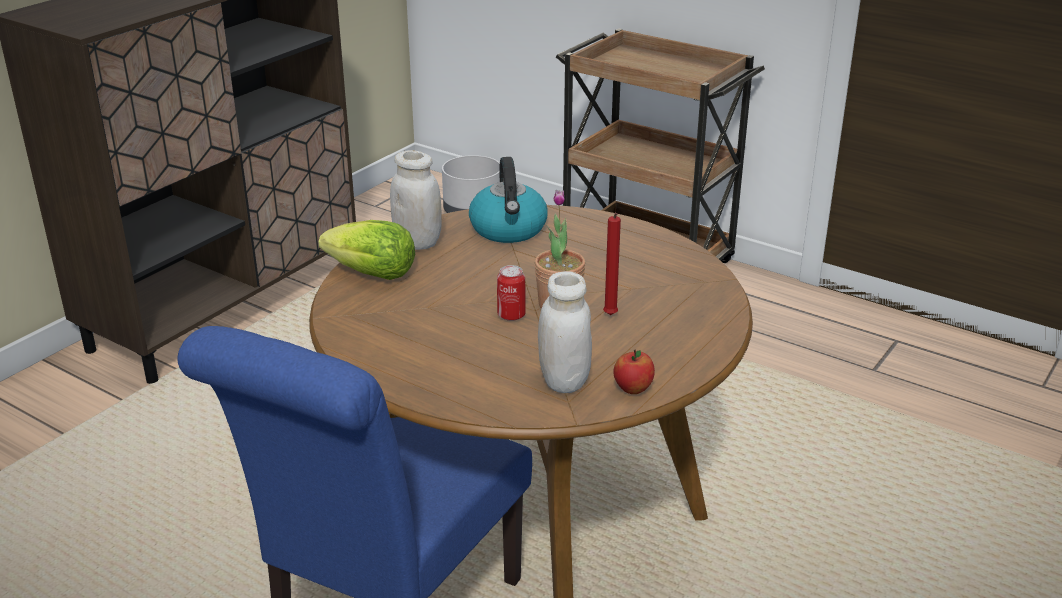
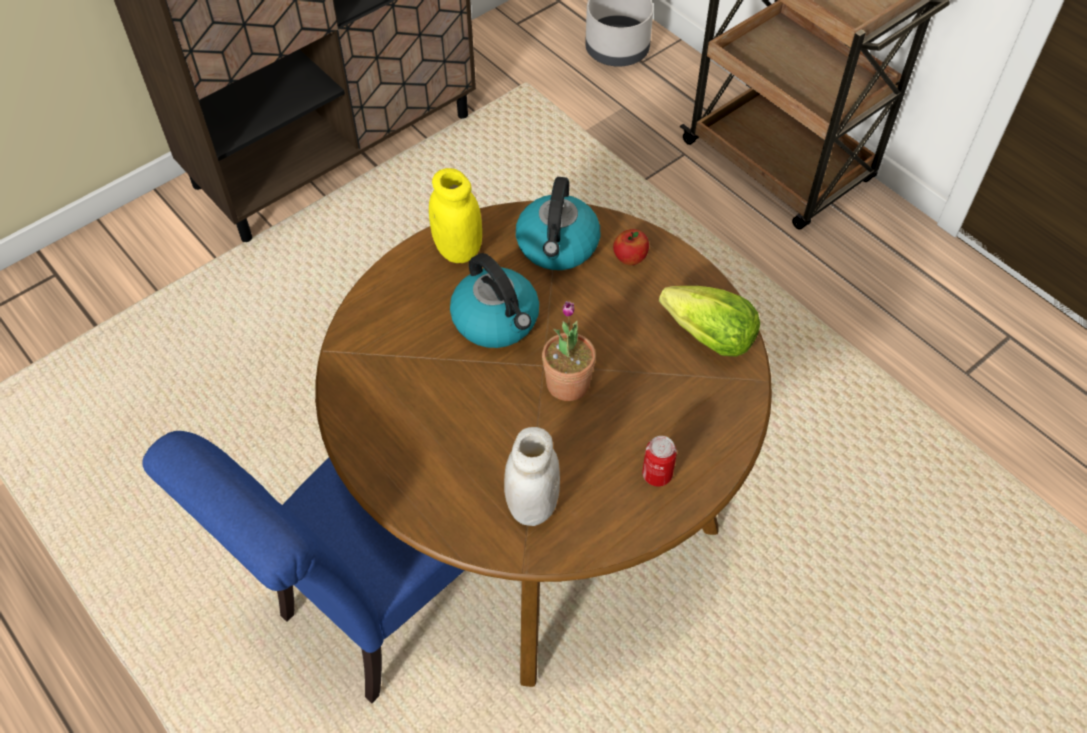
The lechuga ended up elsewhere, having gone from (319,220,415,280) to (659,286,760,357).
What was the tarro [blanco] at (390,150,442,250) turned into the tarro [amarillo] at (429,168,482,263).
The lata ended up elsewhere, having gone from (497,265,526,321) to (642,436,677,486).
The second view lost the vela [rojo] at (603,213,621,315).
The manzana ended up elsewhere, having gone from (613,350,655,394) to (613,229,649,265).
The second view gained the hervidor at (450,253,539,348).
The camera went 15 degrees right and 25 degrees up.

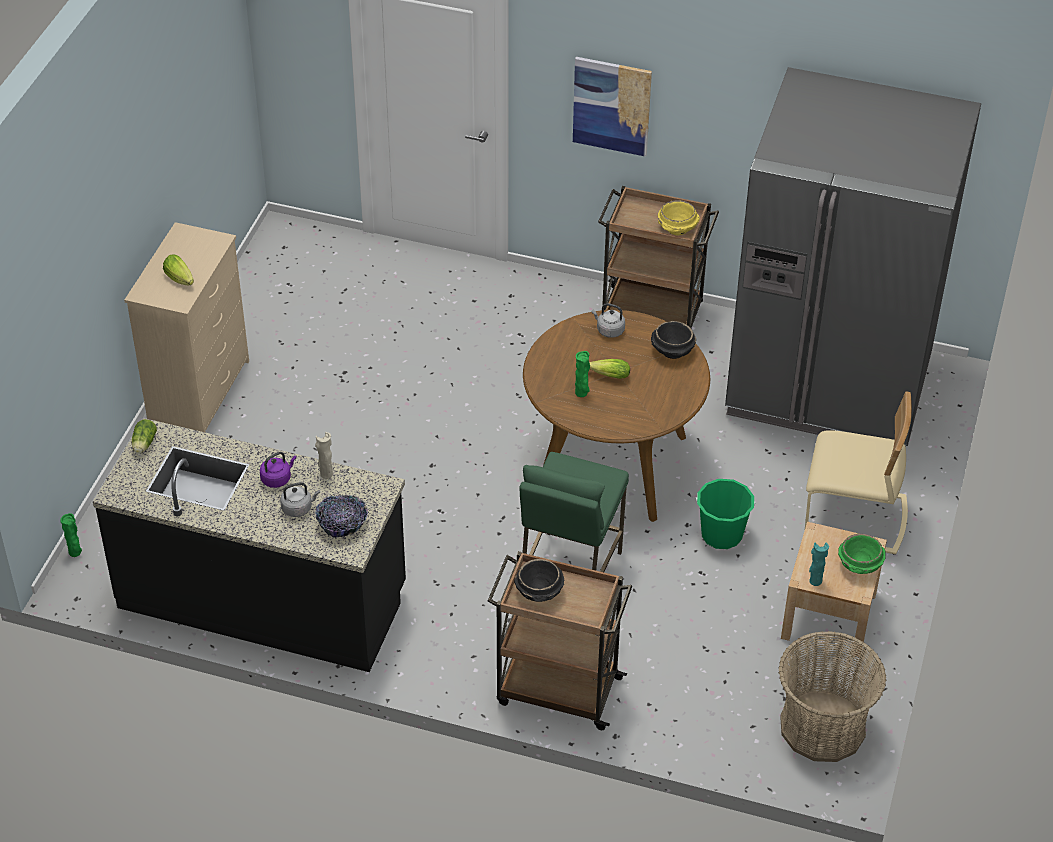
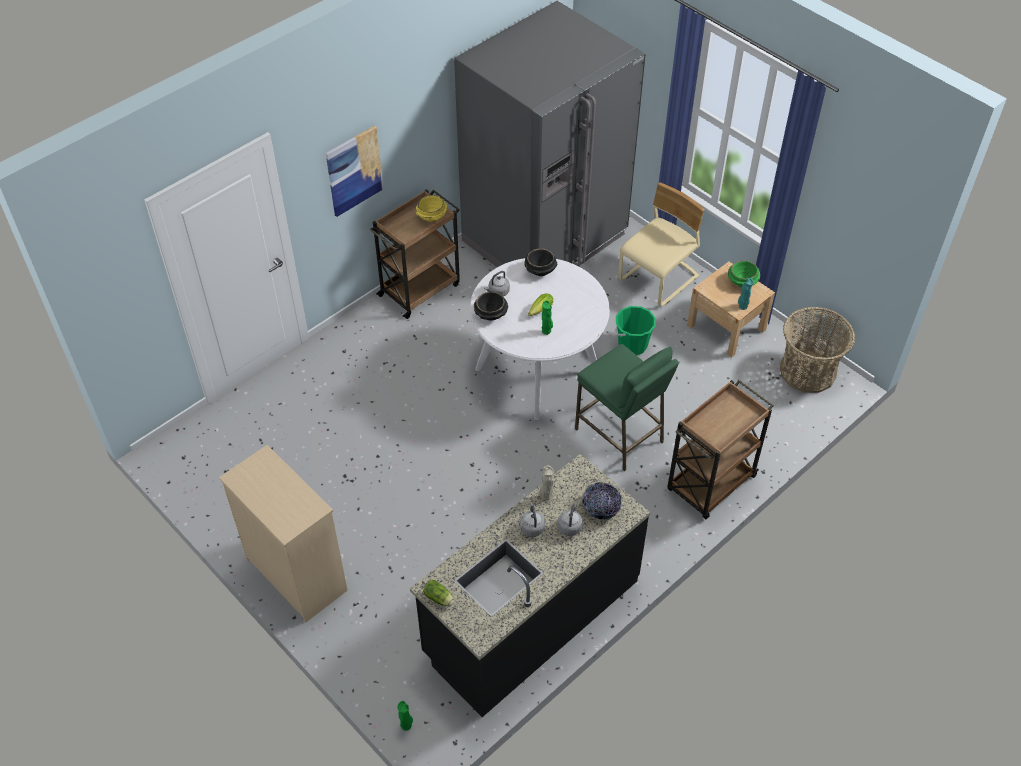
The second view lost the lechuga at (163,254,194,285).
What was the hervidor [morado] at (259,452,297,488) turned into the hervidor [gris] at (520,503,545,537).
The cuenco [negro] ended up elsewhere, having gone from (514,559,564,602) to (474,292,508,320).
What was the mesa de comedor [marrón] at (523,310,710,522) turned into the mesa de comedor [blanco] at (470,258,610,420).
The camera went 60 degrees left and 5 degrees up.

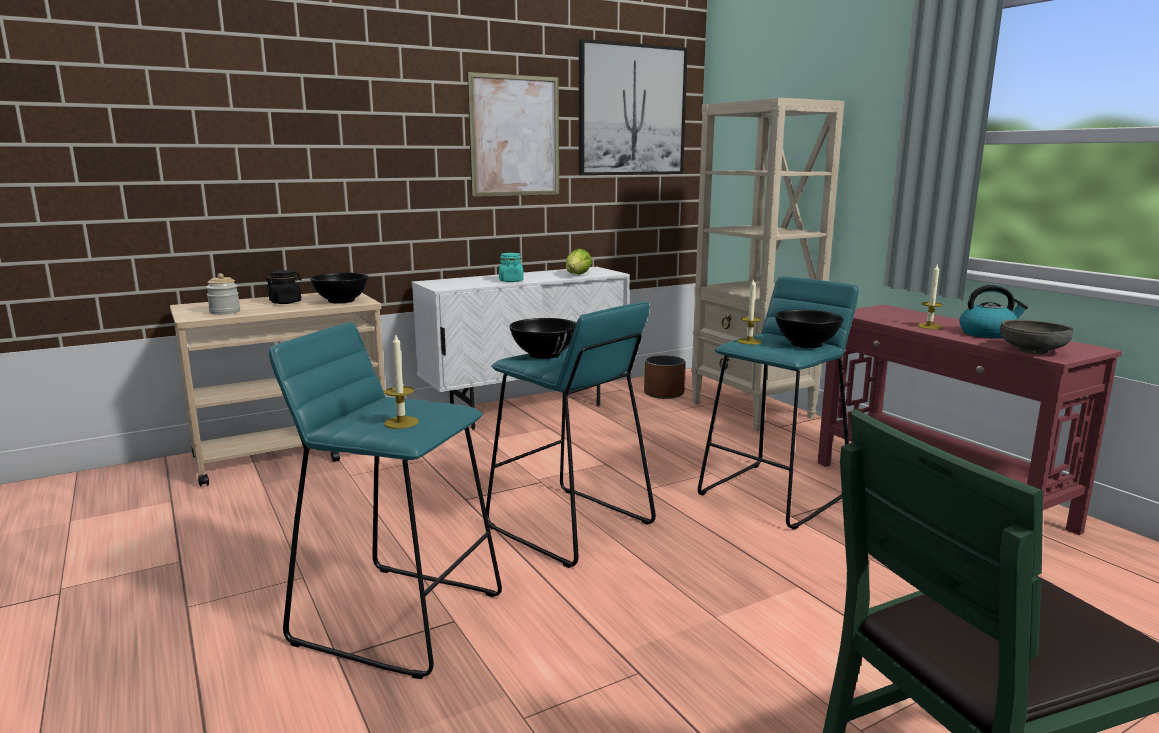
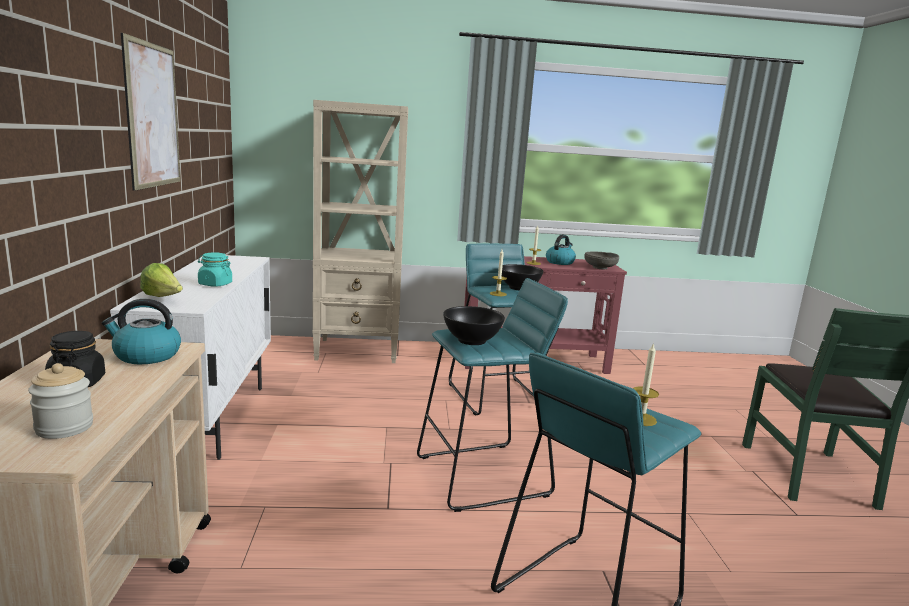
Where the cuenco [negro] stood at (310,273,368,304), the hervidor came to stand at (102,299,181,364).
The lechuga ended up elsewhere, having gone from (566,249,592,274) to (140,263,183,297).
The second view lost the cuadro at (579,39,688,175).
The second view lost the maceta [marrón] at (644,355,685,399).
The camera went 65 degrees left and 0 degrees up.

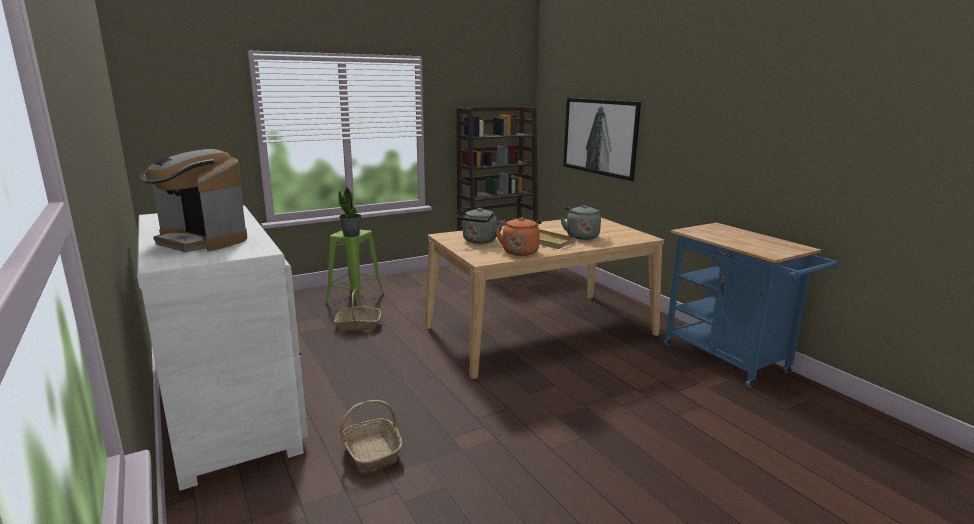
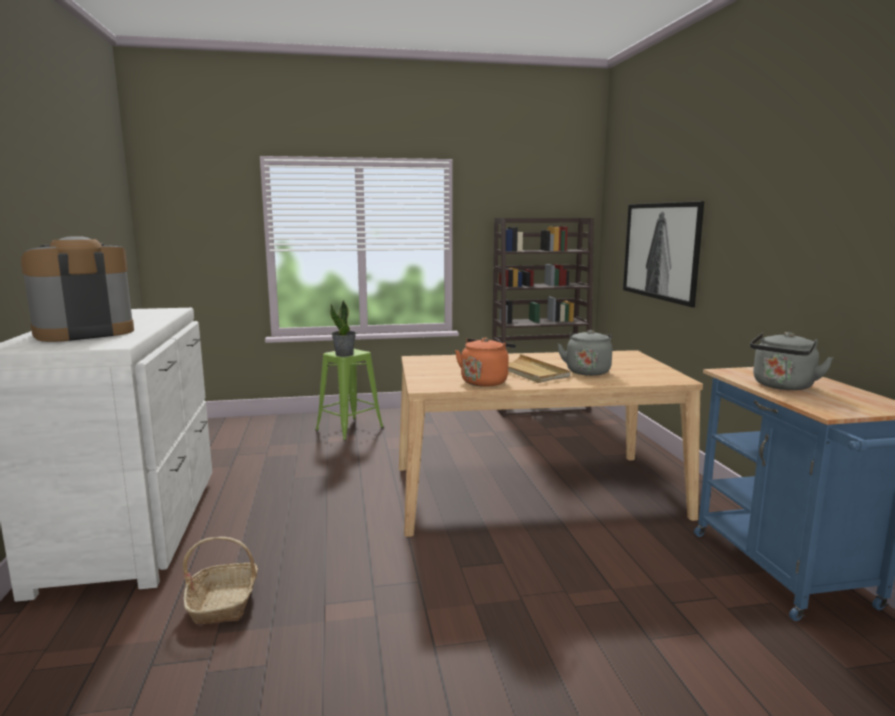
The cafetera at (140,149,247,252) ended up facing another way, 90 degrees clockwise from before.
The second view lost the cesta at (334,289,381,331).
The hervidor [gris] ended up elsewhere, having gone from (457,208,503,244) to (750,332,833,390).
The camera went 20 degrees right and 5 degrees down.

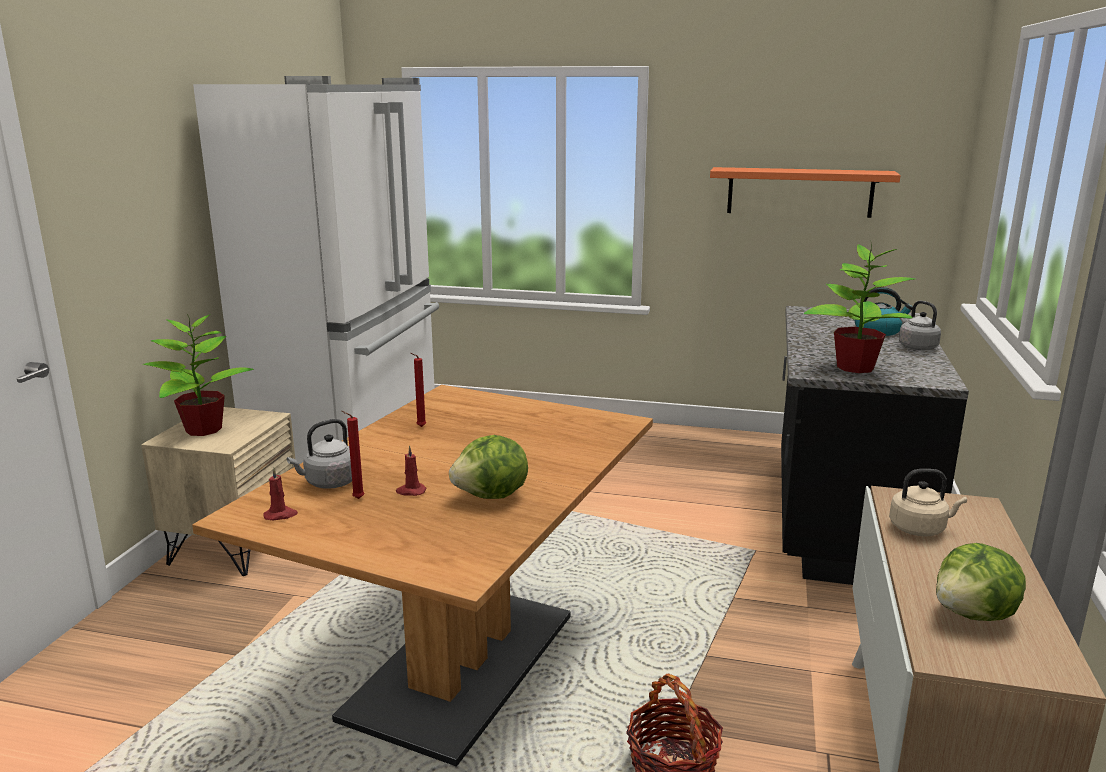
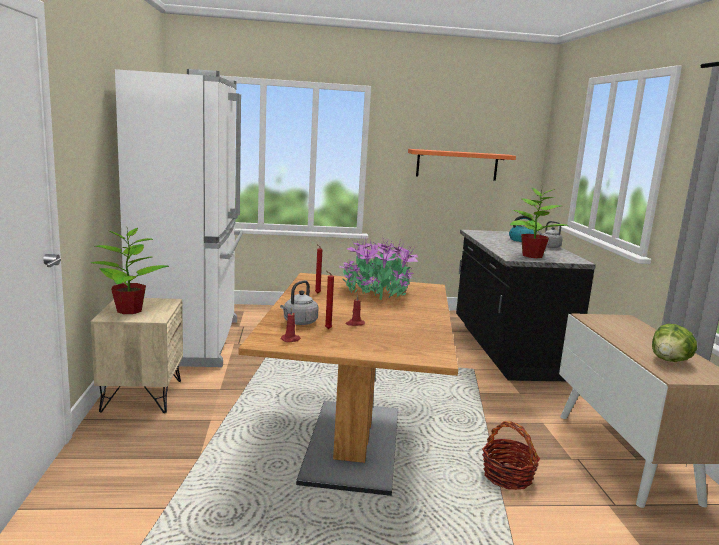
The second view lost the lechuga at (449,435,528,499).
The second view lost the hervidor [beis] at (889,469,967,537).
The second view gained the planta en maceta at (339,235,418,300).
The camera went 20 degrees left and 5 degrees down.

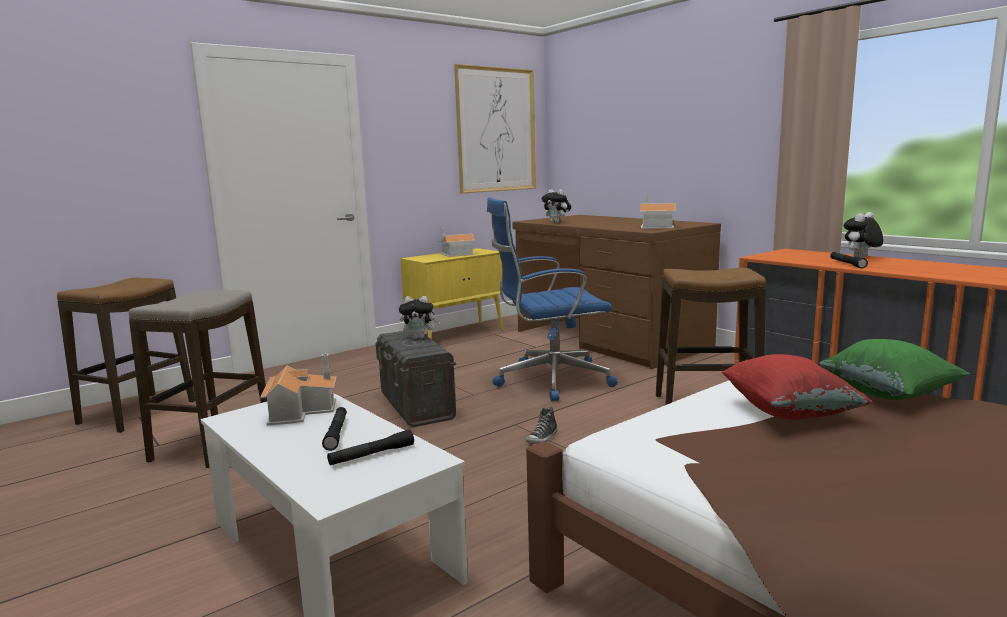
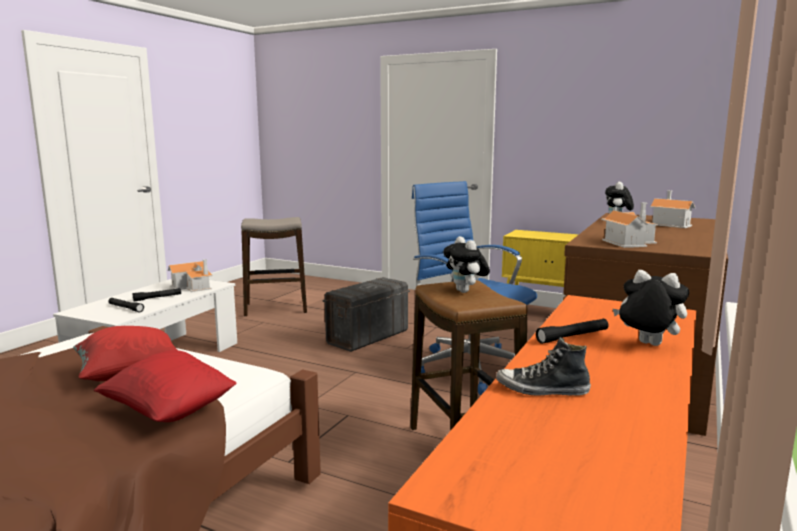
The second view lost the taburete at (57,278,195,433).
The peluche ended up elsewhere, having gone from (399,296,439,339) to (443,236,490,293).
The casita ended up elsewhere, having gone from (439,228,475,257) to (650,190,695,228).
The second view lost the cuadro at (454,64,536,193).
The zapato ended up elsewhere, having gone from (526,407,558,444) to (496,337,591,396).
What was the cojín [verde] at (819,339,970,400) turned into the cojín [rojo] at (93,350,237,422).
The camera went 65 degrees right and 0 degrees up.

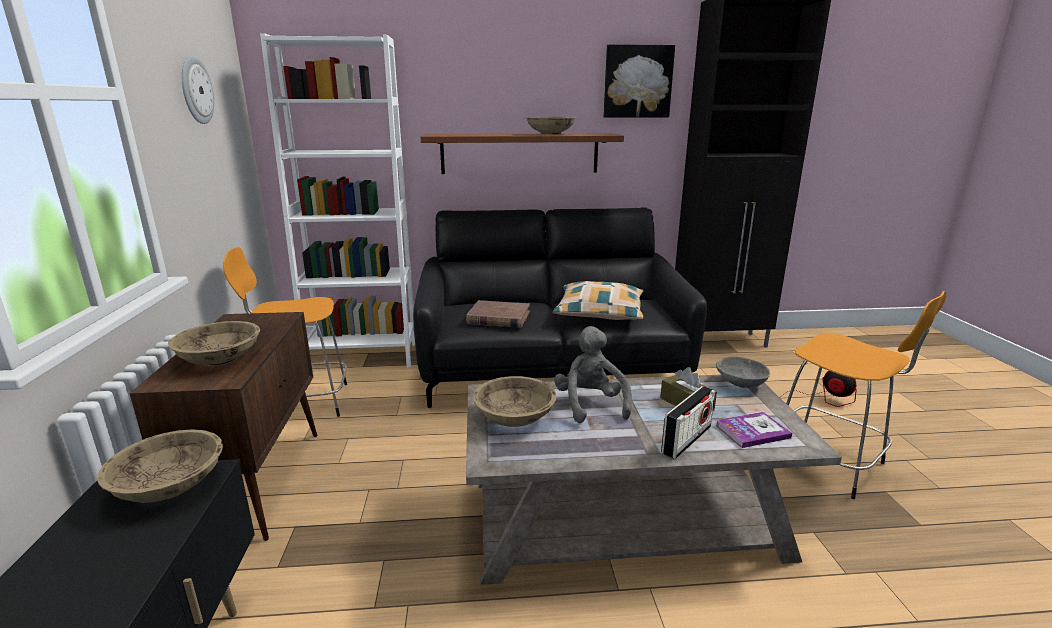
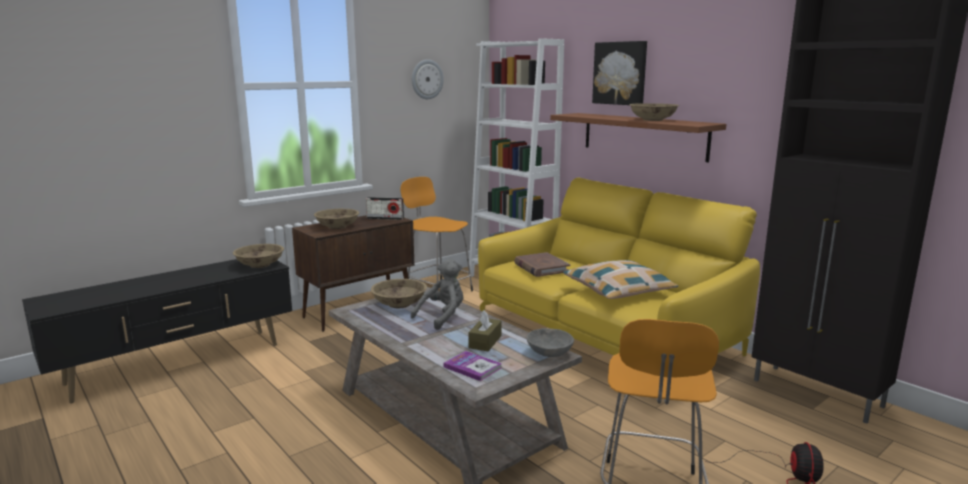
What was the sofá [negro] at (413,207,707,408) turned into the sofá [amarillo] at (478,178,760,403).
The cuadro ended up elsewhere, having gone from (604,44,675,118) to (592,41,647,105).
The radio ended up elsewhere, having gone from (661,386,715,459) to (366,197,404,220).
The camera went 55 degrees right and 5 degrees down.

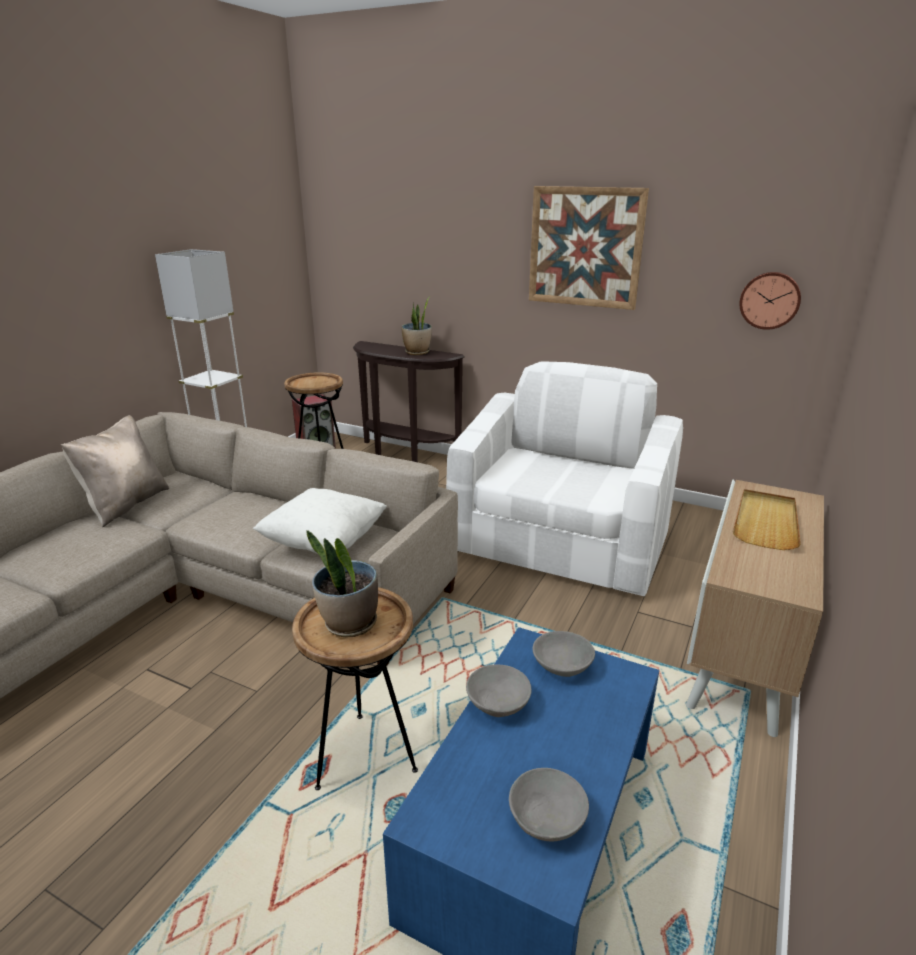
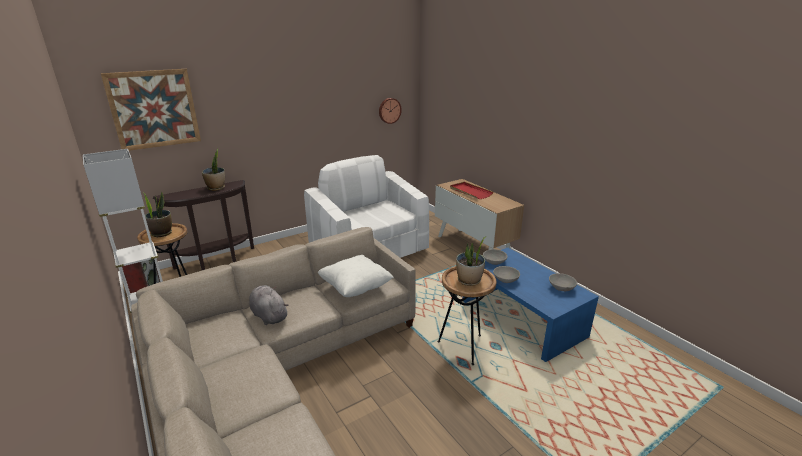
The second view lost the cojín [beis] at (61,415,169,527).
The cuadro ended up elsewhere, having gone from (529,186,649,310) to (101,69,201,151).
What was the bandeja [beis] at (733,489,801,550) turned into the bandeja [rojo] at (450,182,493,199).
The second view gained the planta en maceta at (143,191,172,237).
The second view gained the peluche [gris] at (249,285,289,325).
The camera went 60 degrees left and 0 degrees up.

